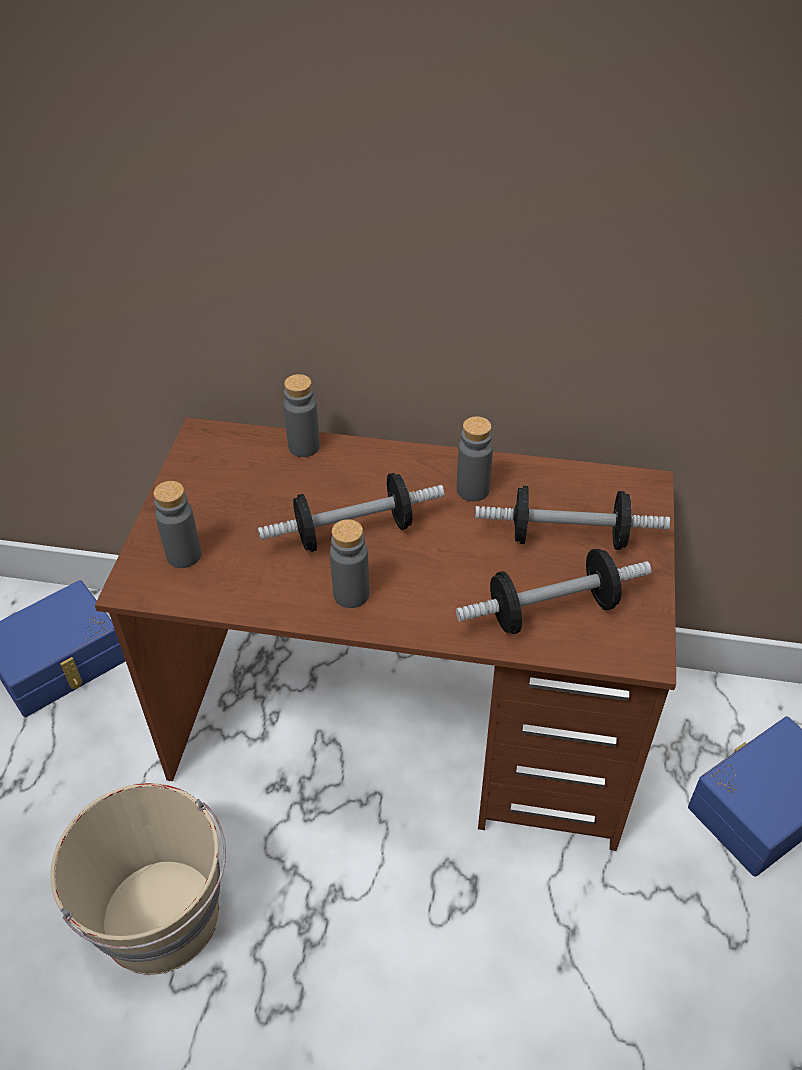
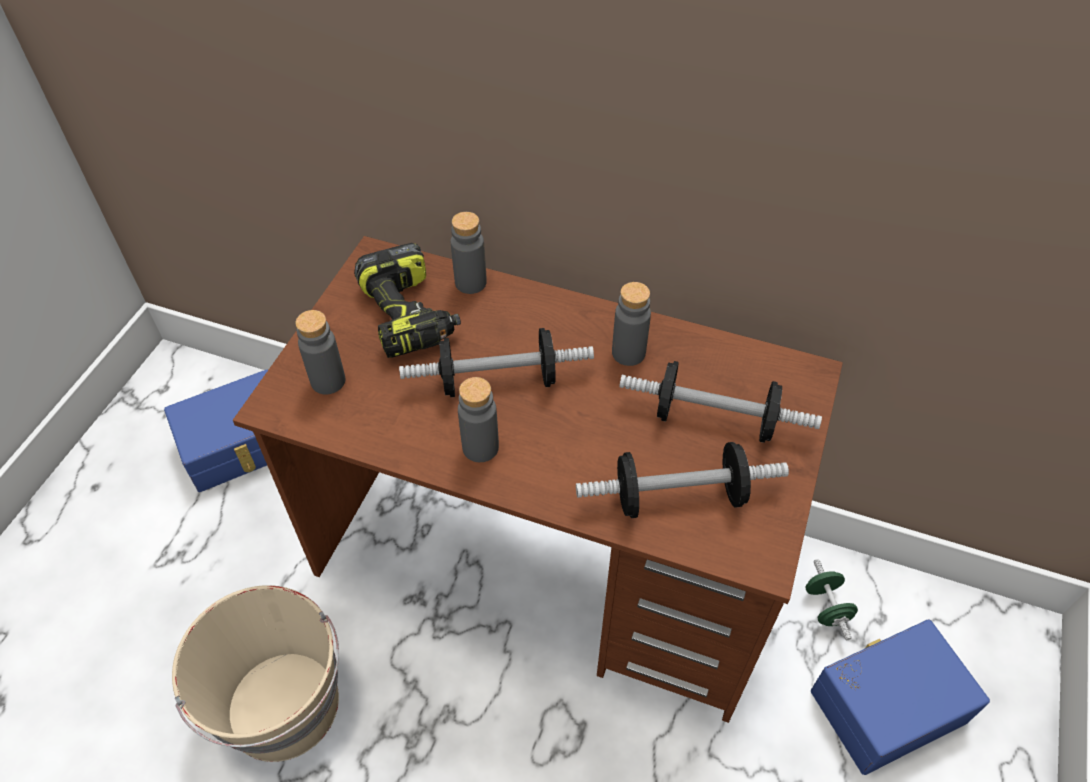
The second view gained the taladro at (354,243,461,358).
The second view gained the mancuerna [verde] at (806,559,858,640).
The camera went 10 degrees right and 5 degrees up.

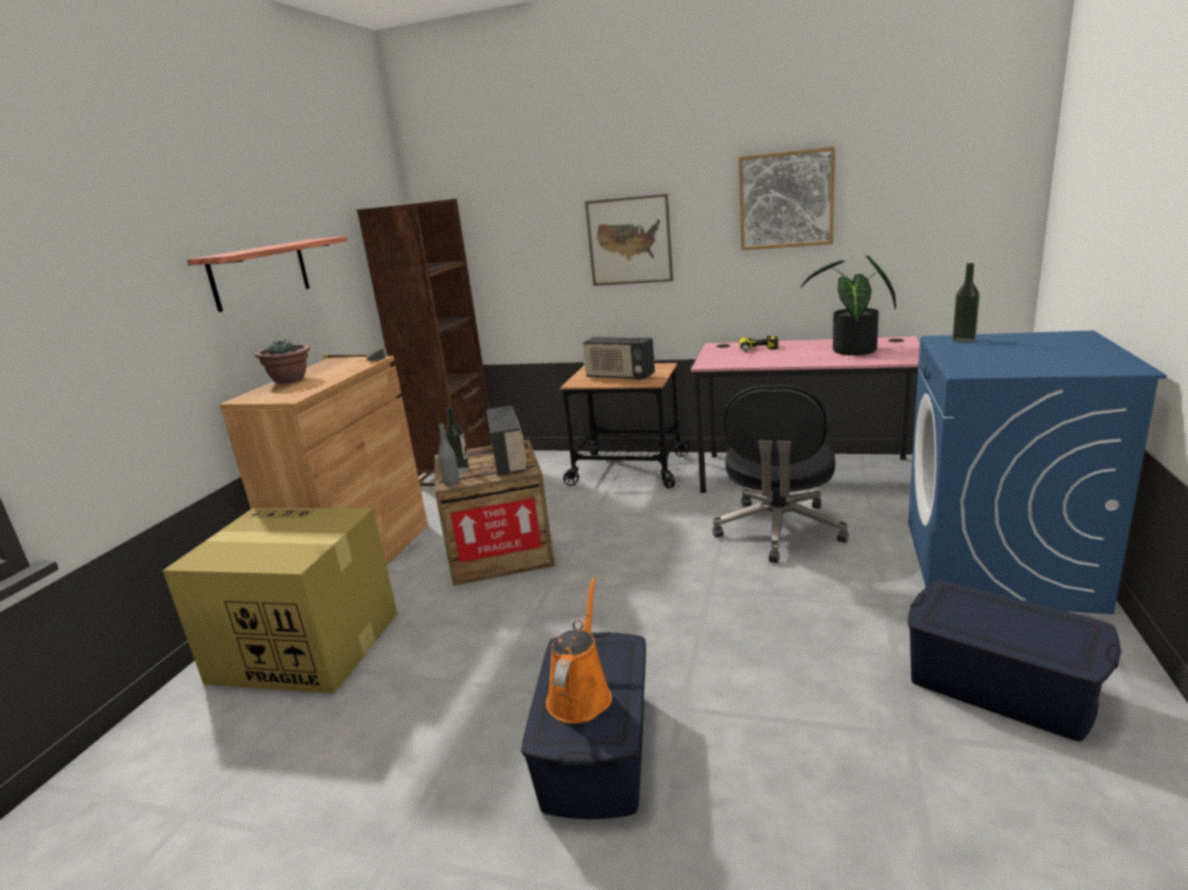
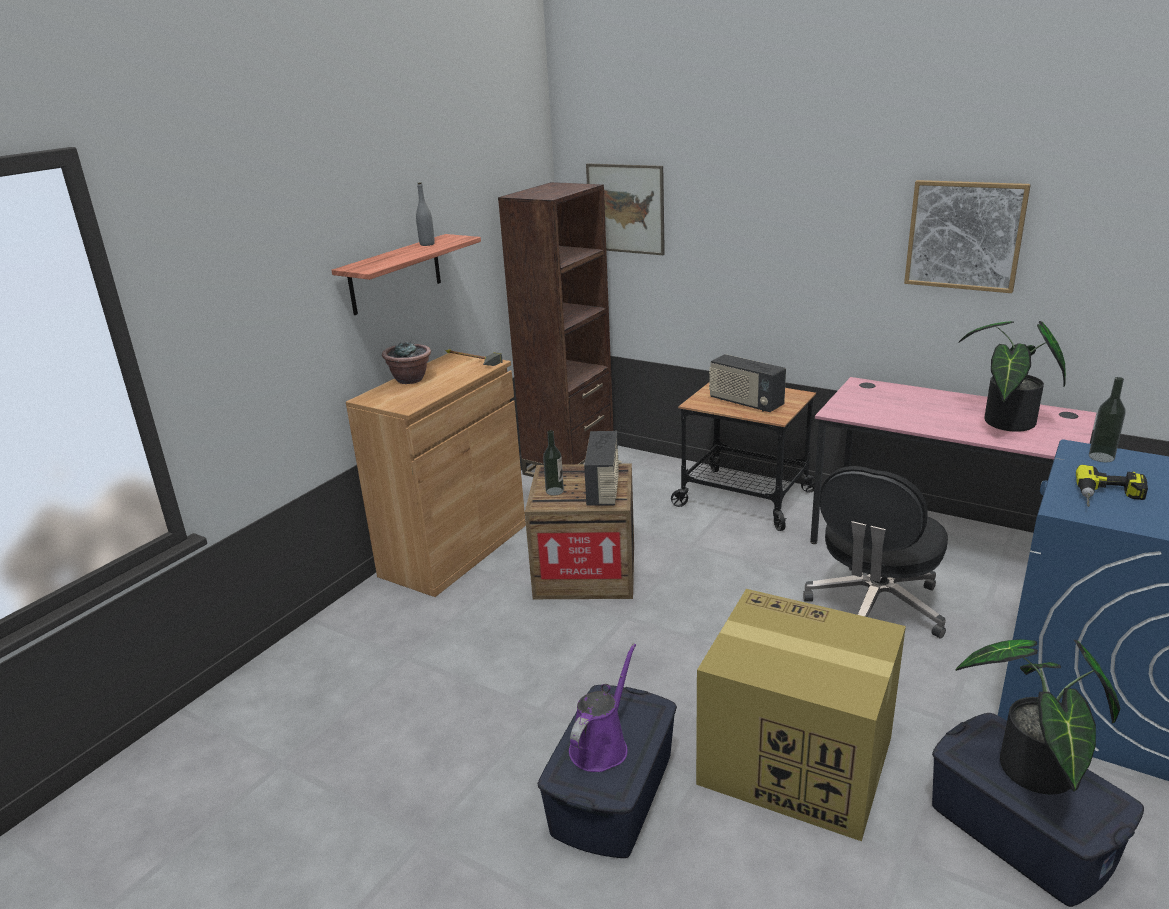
The caja de cartón ended up elsewhere, having gone from (162,508,398,694) to (696,589,906,841).
The botella [gris] ended up elsewhere, having gone from (438,422,459,486) to (416,182,435,246).
What was the regadera [naranja] at (546,577,612,723) turned into the regadera [morado] at (569,643,636,772).
The cuadro ended up elsewhere, having gone from (585,194,673,286) to (586,163,665,255).
The taladro ended up elsewhere, having gone from (739,336,778,354) to (1076,465,1148,507).
The second view gained the planta en maceta at (956,639,1120,795).
The camera went 15 degrees right and 5 degrees up.

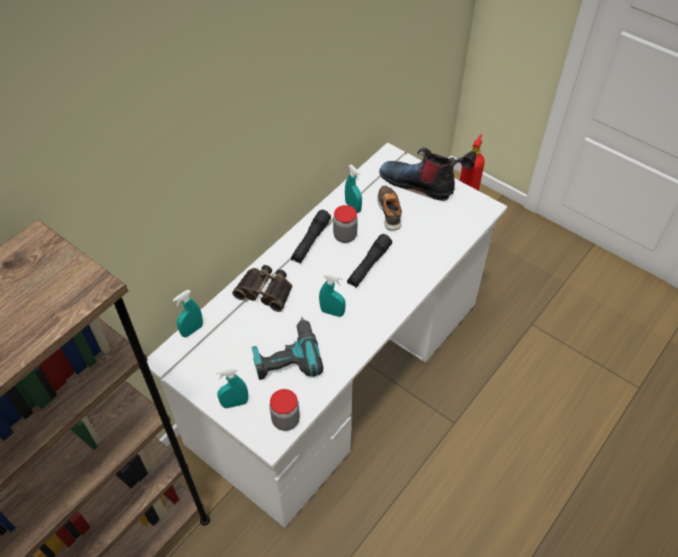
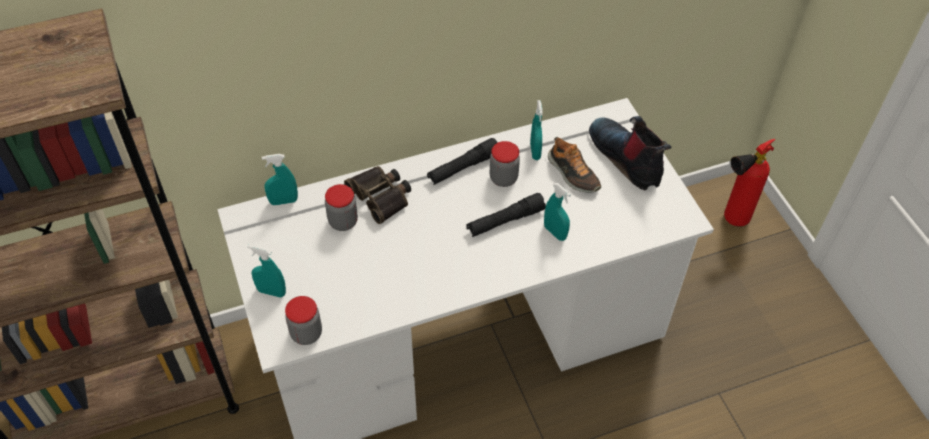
The second view lost the taladro at (251,317,323,380).
The pulverizador [turquesa] ended up elsewhere, having gone from (319,273,346,317) to (544,183,571,241).
The zapato at (377,185,402,231) ended up facing another way, 120 degrees clockwise from before.
The second view gained the tarro at (325,184,358,231).
The camera went 30 degrees right and 0 degrees up.

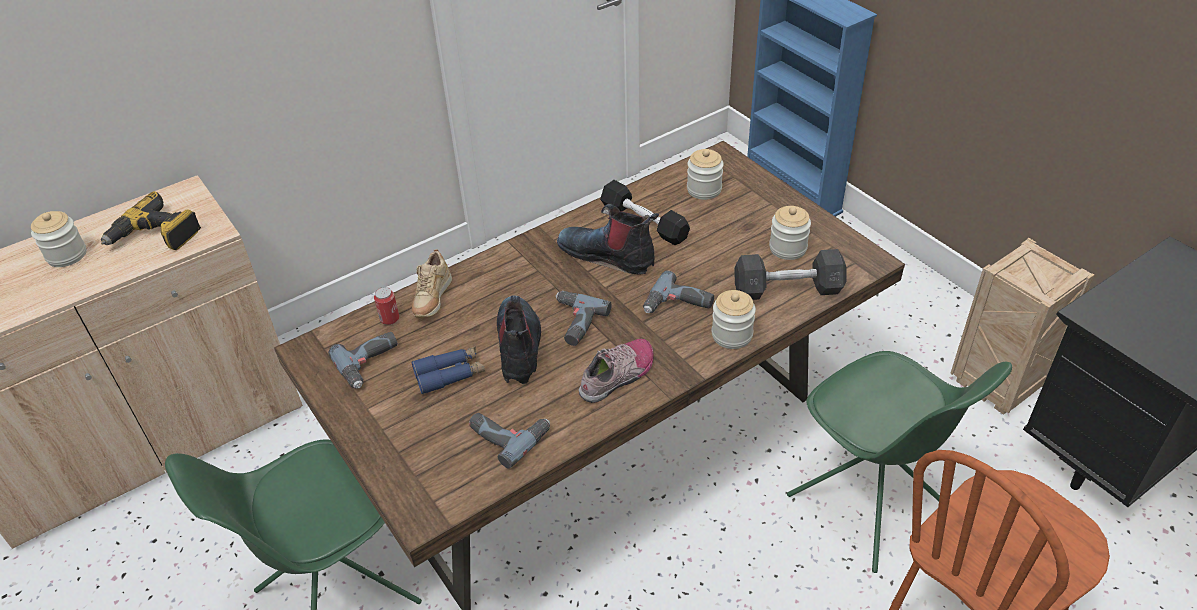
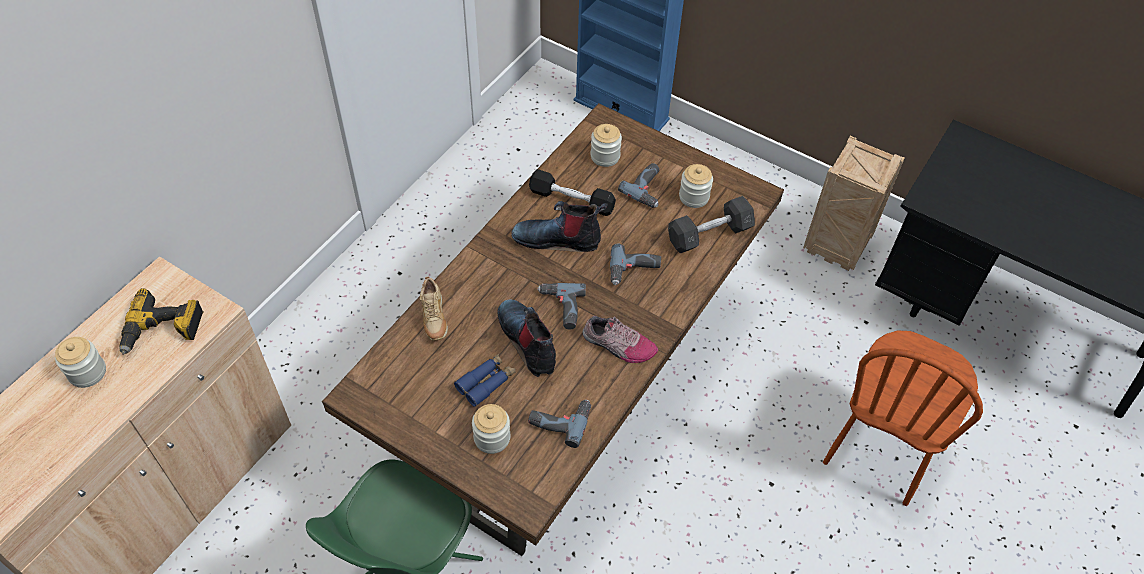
The taladro ended up elsewhere, having gone from (328,332,398,389) to (618,163,659,208).
The second view lost the lata at (374,287,399,325).
The zapato at (579,339,654,403) ended up facing another way, 90 degrees clockwise from before.
The tarro ended up elsewhere, having gone from (712,290,756,349) to (472,404,510,454).
The second view lost the silla [verde] at (787,351,1012,573).
The camera went 25 degrees left and 10 degrees up.

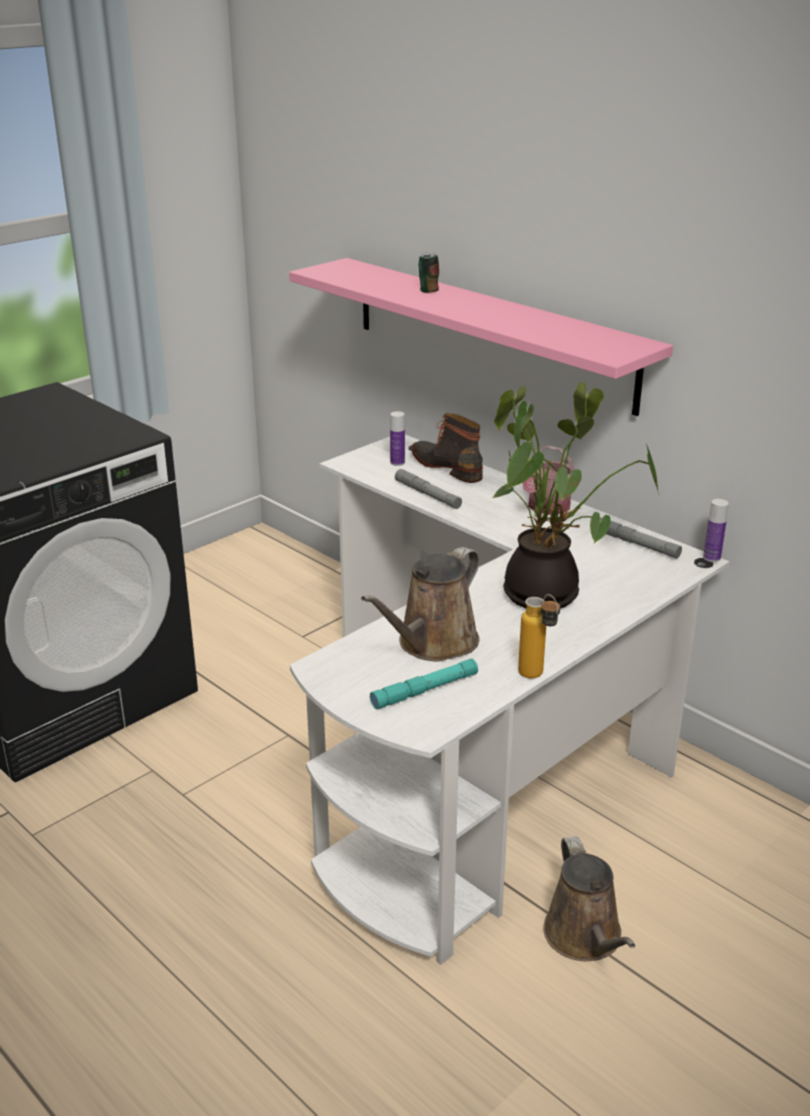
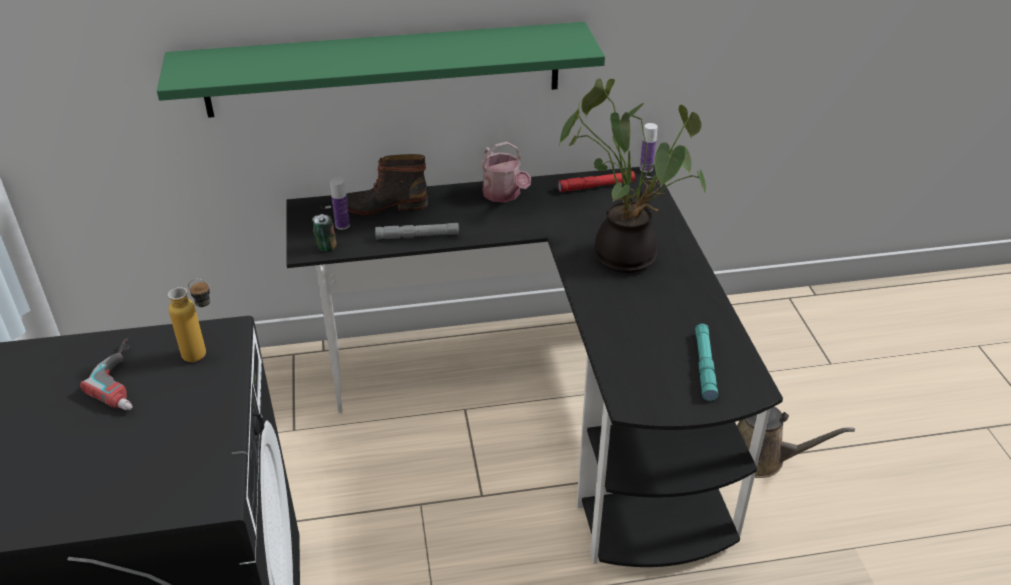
What was the estante [rosa] at (289,258,673,416) turned into the estante [verde] at (157,22,605,118).
What was the escritorio [blanco] at (290,434,730,965) turned into the escritorio [negro] at (286,165,783,567).
The second view lost the regadera [marrón] at (361,547,480,661).
The lata ended up elsewhere, having gone from (419,253,439,293) to (312,214,337,252).
The botella ended up elsewhere, having gone from (518,594,560,678) to (168,279,211,362).
What was the linterna [gris] at (600,517,682,559) turned into the linterna [rojo] at (558,171,635,192).
The second view gained the taladro at (80,338,133,410).
The camera went 55 degrees left and 10 degrees up.

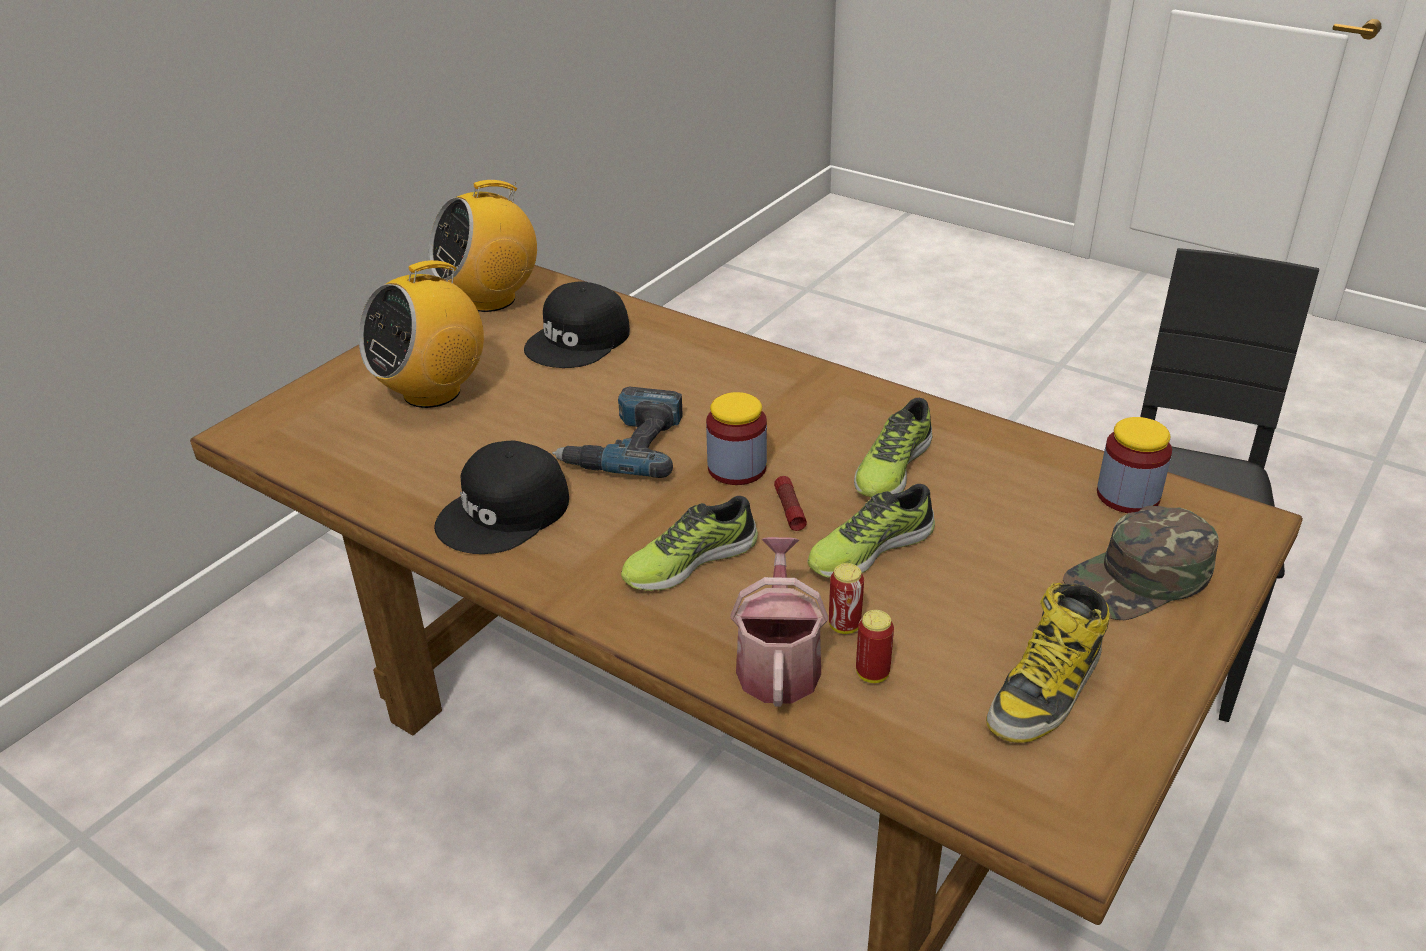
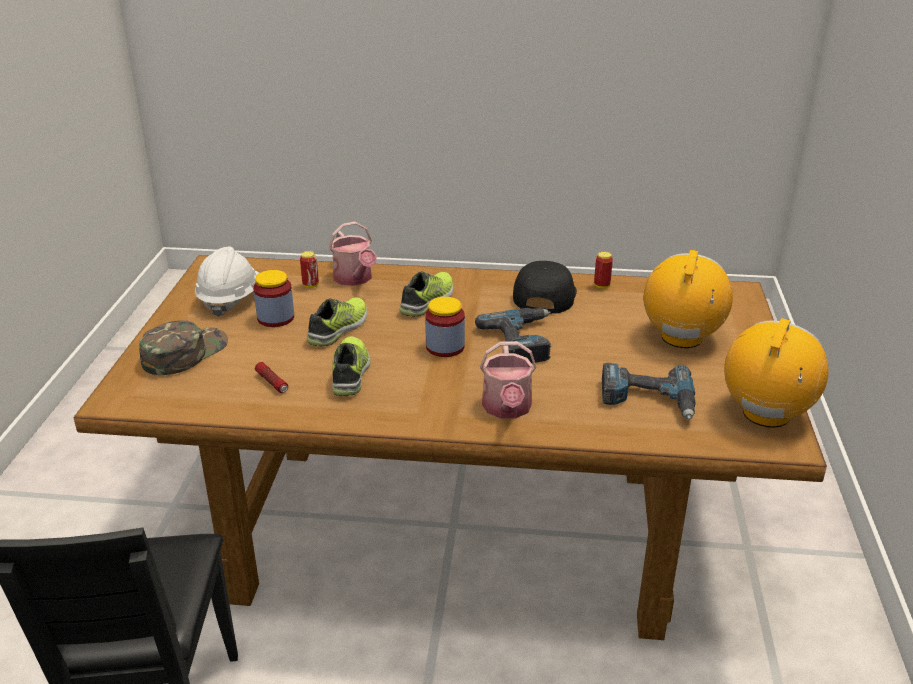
Where the gorra [negro] stood at (524,281,630,368), the taladro came to stand at (602,363,696,420).
The linterna ended up elsewhere, having gone from (774,476,807,531) to (255,362,288,393).
The lata ended up elsewhere, having gone from (829,563,864,634) to (594,252,613,289).
Where the bota stood at (986,583,1110,743), the casco [blanco] came to stand at (195,247,259,317).
The tarro ended up elsewhere, having gone from (1097,417,1172,513) to (253,270,294,327).
The second view gained the regadera at (480,341,537,419).
The camera went 150 degrees right and 5 degrees down.

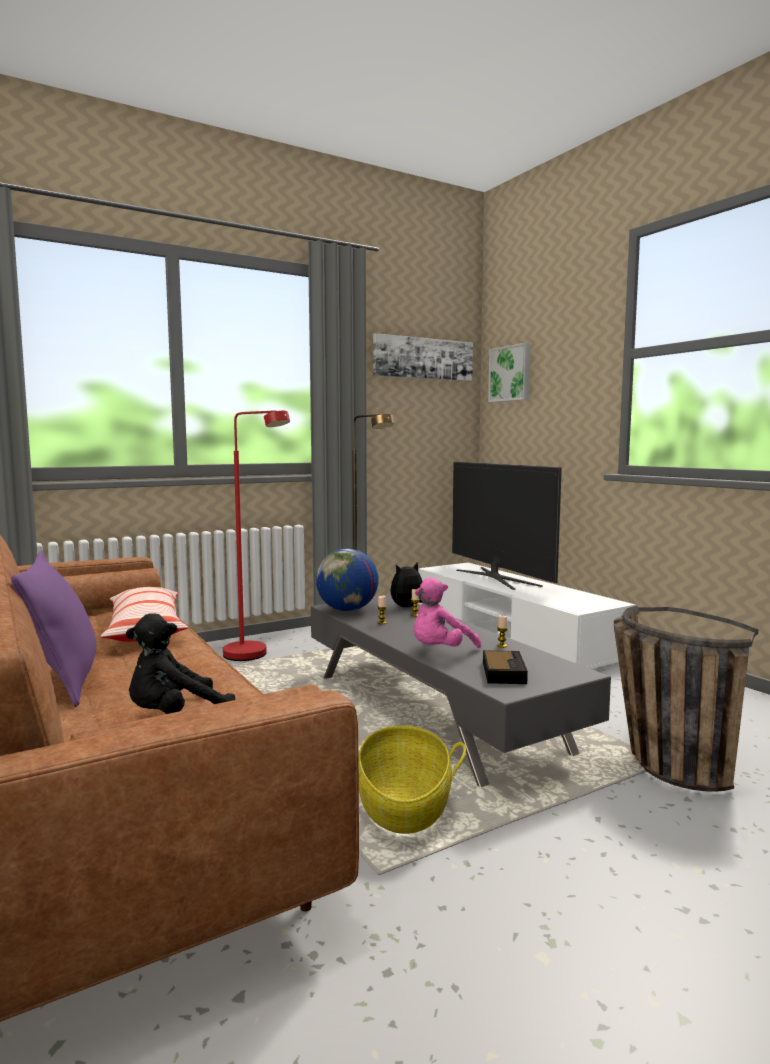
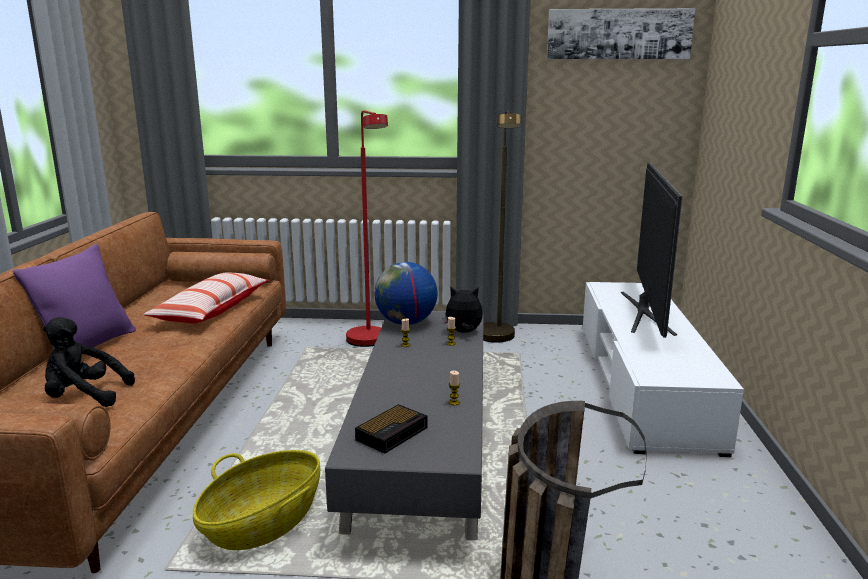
The second view lost the peluche [rosa] at (414,577,481,648).
The second view lost the cuadro at (488,343,531,402).
The camera went 35 degrees right and 10 degrees up.

